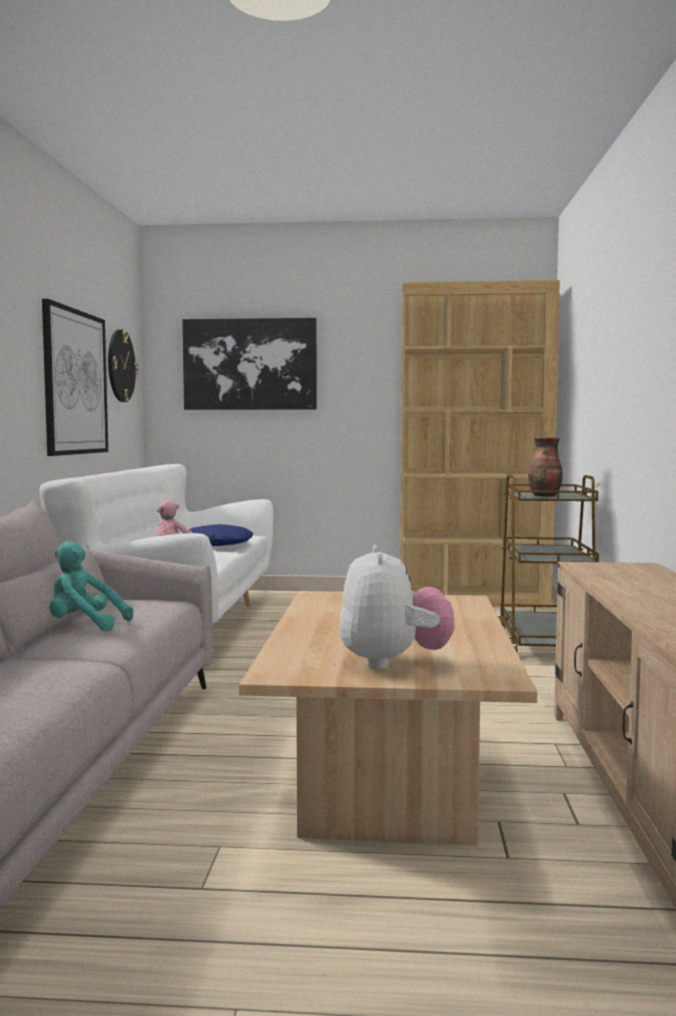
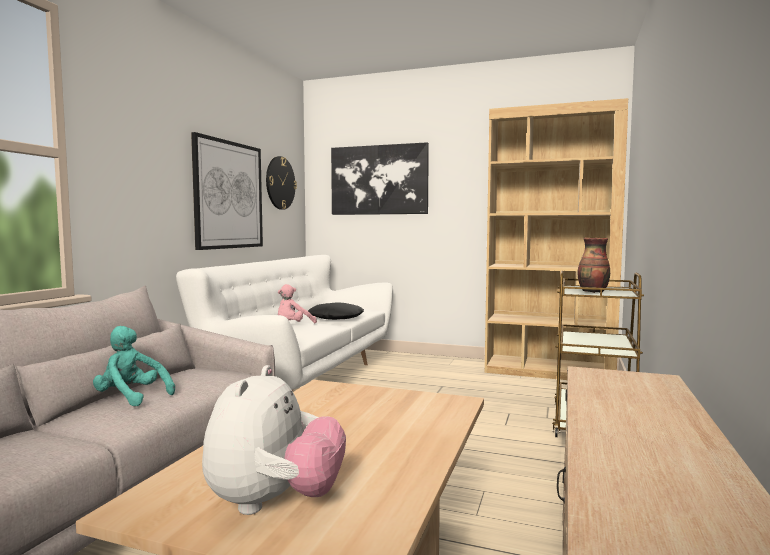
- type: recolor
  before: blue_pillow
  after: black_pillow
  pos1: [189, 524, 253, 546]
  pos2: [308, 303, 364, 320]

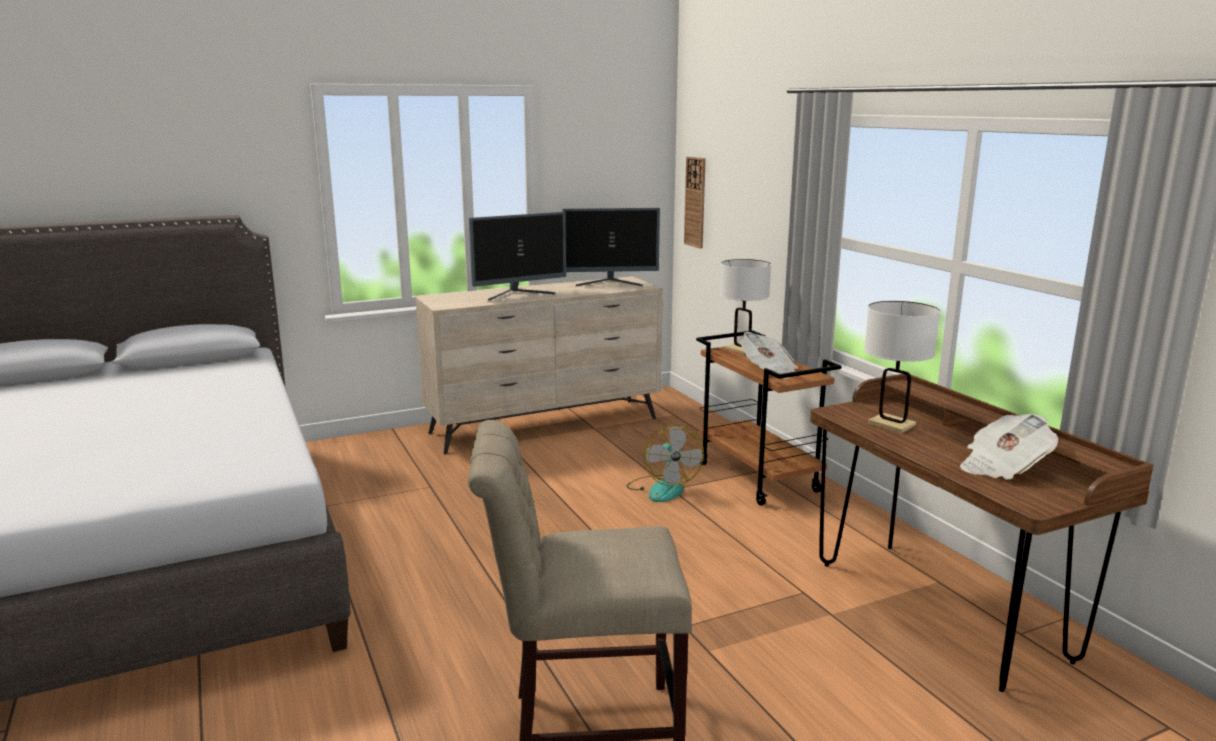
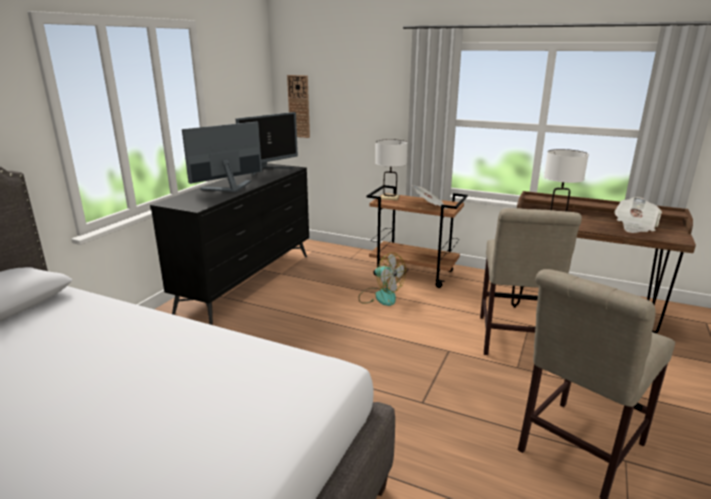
- type: recolor
  before: beige_dresser
  after: black_dresser
  pos1: [415, 276, 663, 455]
  pos2: [150, 163, 309, 325]
- type: rotate
  before: monitor
  pos1: [469, 212, 566, 301]
  pos2: [182, 122, 262, 192]
  turn: -150
- type: insert
  after: beige_chair
  pos2: [480, 208, 582, 355]

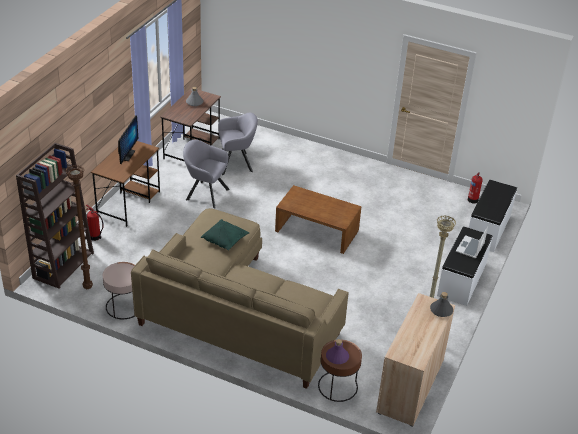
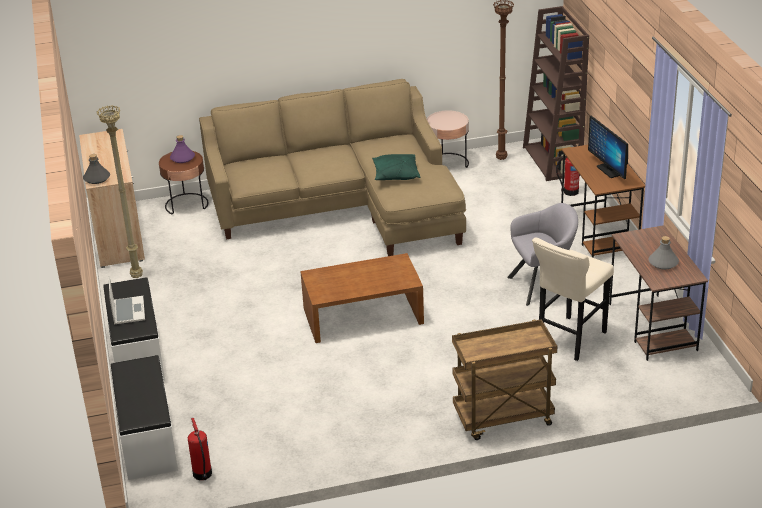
- type: insert
  after: brown_cart
  pos2: [452, 319, 557, 440]
- type: replace
  before: grey_armchair
  after: beige_stool
  pos1: [218, 113, 258, 175]
  pos2: [532, 237, 614, 361]

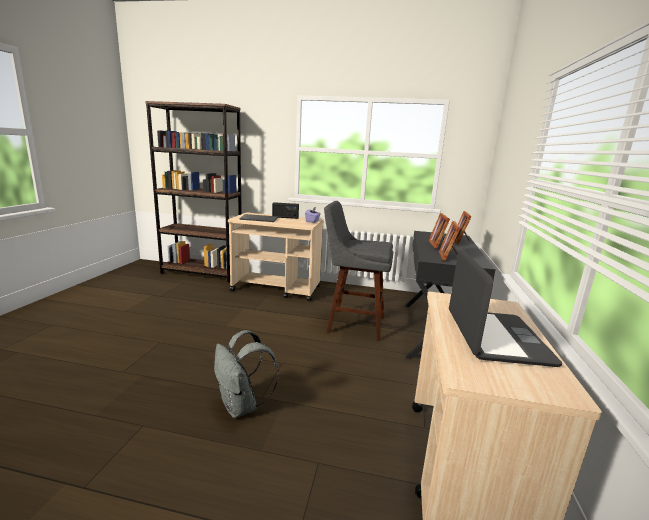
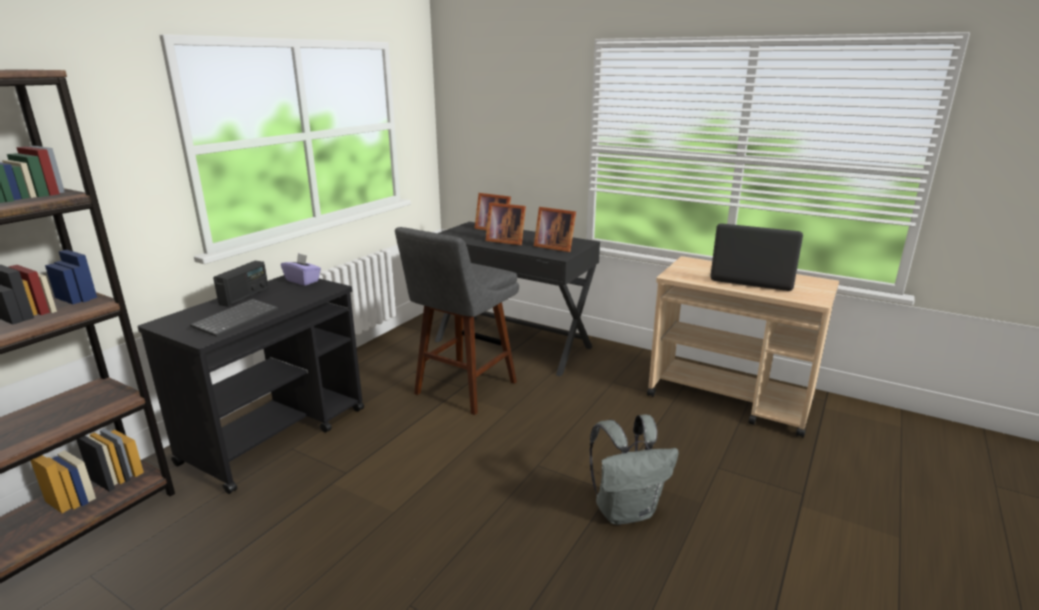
- type: recolor
  before: beige_cart
  after: black_cart
  pos1: [228, 212, 324, 301]
  pos2: [137, 275, 364, 494]

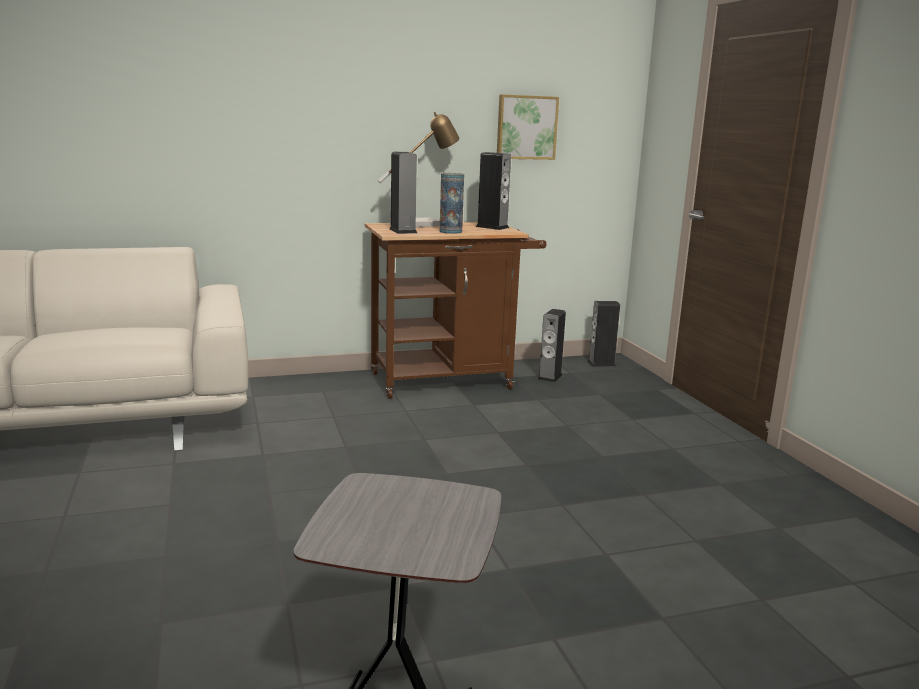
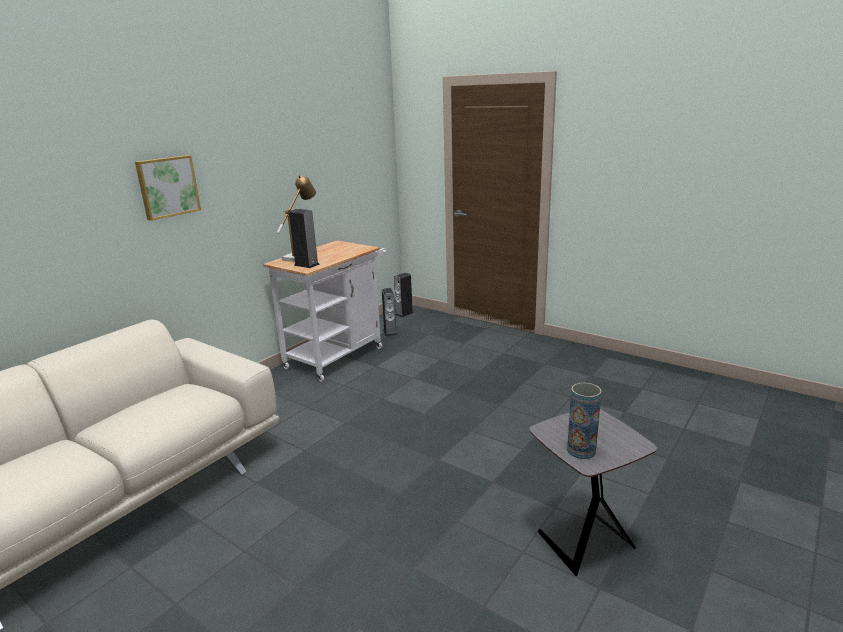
- type: move
  before: picture
  pos1: [497, 95, 559, 160]
  pos2: [135, 155, 201, 221]
- type: recolor
  before: brown_cart
  after: white_cart
  pos1: [365, 222, 546, 399]
  pos2: [263, 240, 387, 382]
- type: move
  before: vase
  pos1: [440, 173, 464, 234]
  pos2: [567, 383, 602, 459]
- type: delete
  before: speaker
  pos1: [475, 152, 511, 230]

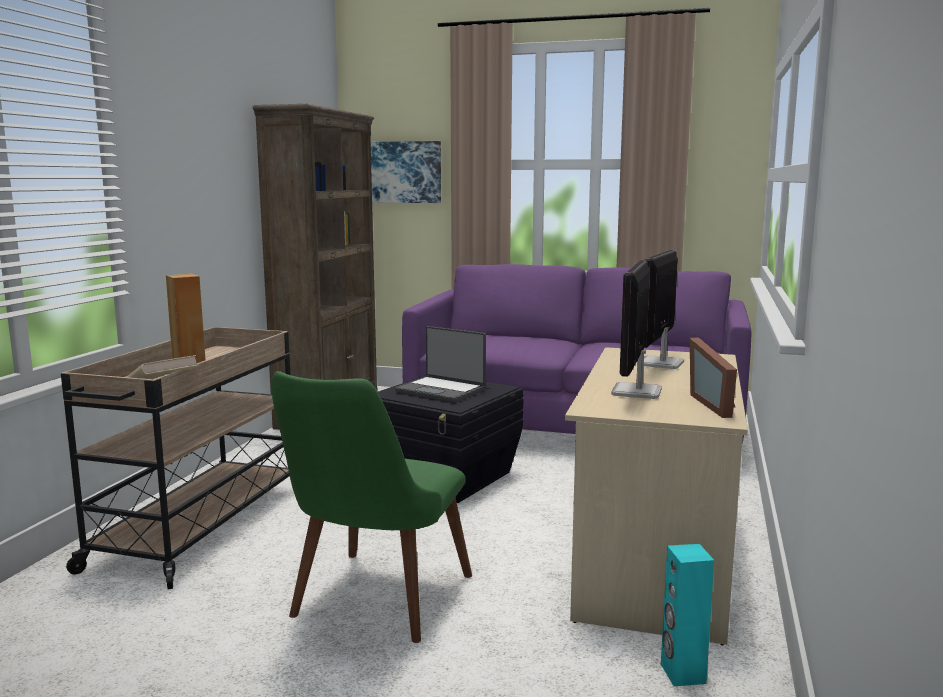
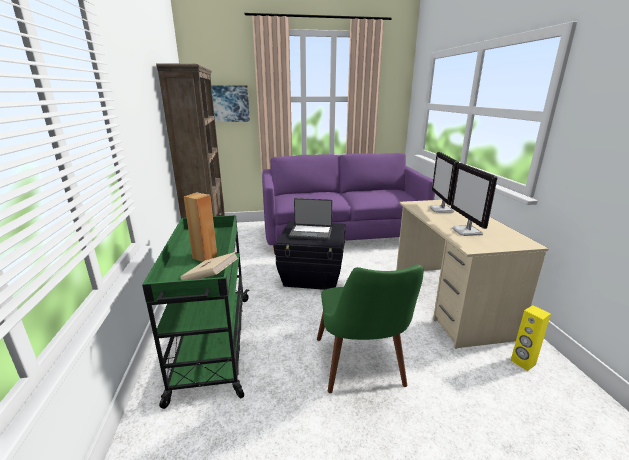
- type: recolor
  before: beige_cart
  after: green_cart
  pos1: [61, 327, 291, 589]
  pos2: [142, 215, 249, 409]
- type: recolor
  before: turquoise_speaker
  after: yellow_speaker
  pos1: [661, 544, 714, 686]
  pos2: [511, 305, 551, 371]
- type: delete
  before: picture_frame
  pos1: [690, 338, 737, 418]

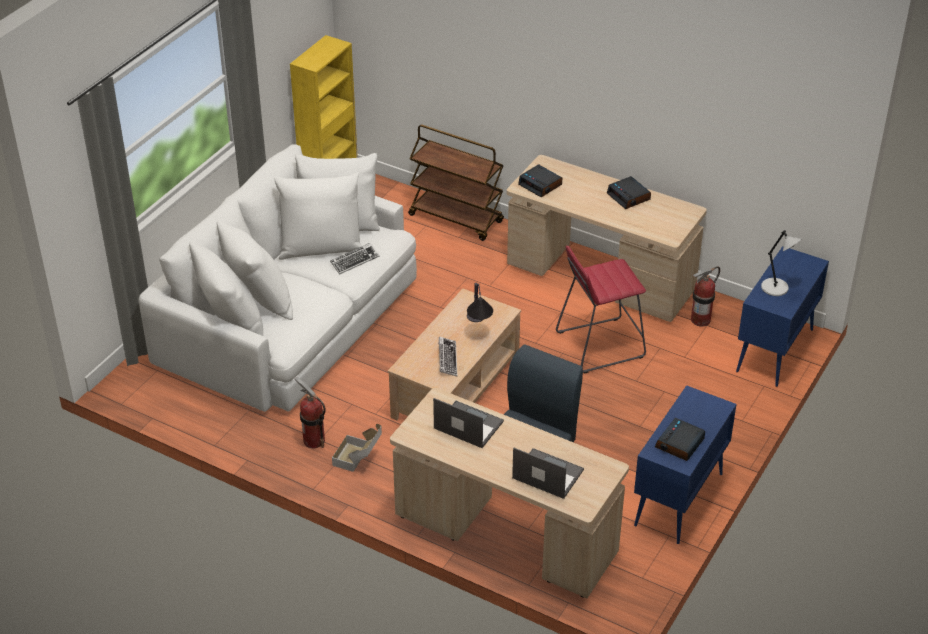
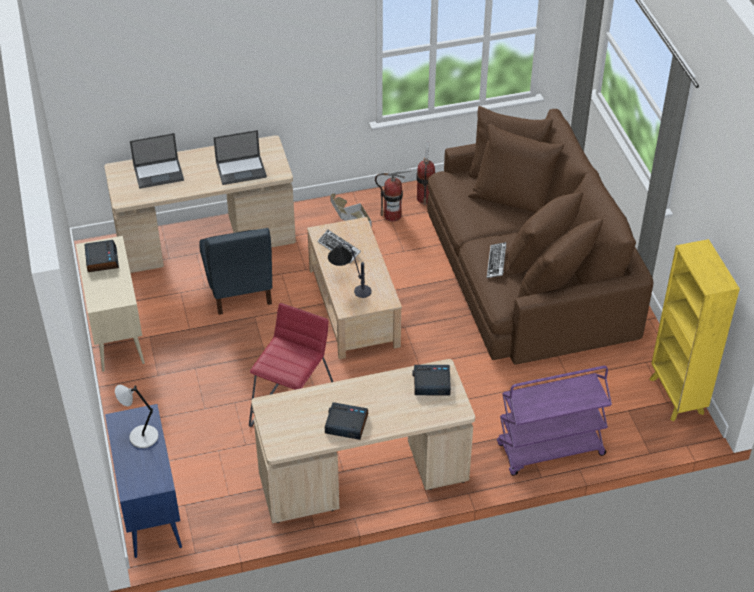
- type: recolor
  before: blue_cabinet
  after: beige_cabinet
  pos1: [634, 385, 737, 544]
  pos2: [76, 236, 145, 372]
- type: move
  before: fire_extinguisher
  pos1: [691, 266, 720, 327]
  pos2: [416, 141, 435, 206]
- type: recolor
  before: white_sofa
  after: brown_sofa
  pos1: [139, 144, 417, 412]
  pos2: [427, 106, 653, 365]
- type: recolor
  before: brown_cart
  after: purple_cart
  pos1: [408, 125, 504, 241]
  pos2: [497, 366, 612, 476]

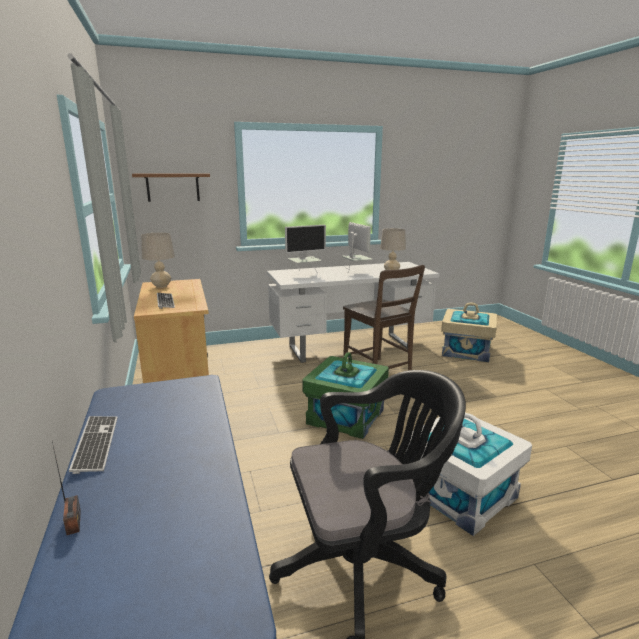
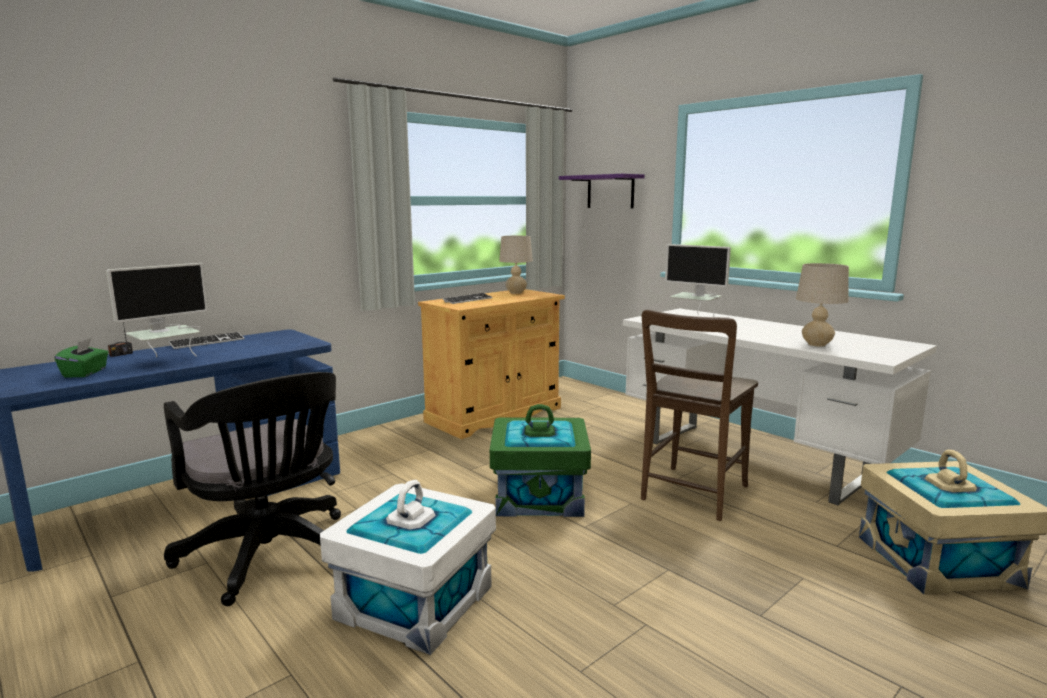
- type: insert
  after: green_tissue_box
  pos2: [54, 338, 109, 378]
- type: move
  before: monitor
  pos1: [342, 222, 373, 270]
  pos2: [106, 263, 209, 357]
- type: recolor
  before: brown_shelf
  after: purple_shelf
  pos1: [132, 173, 210, 202]
  pos2: [559, 174, 645, 208]

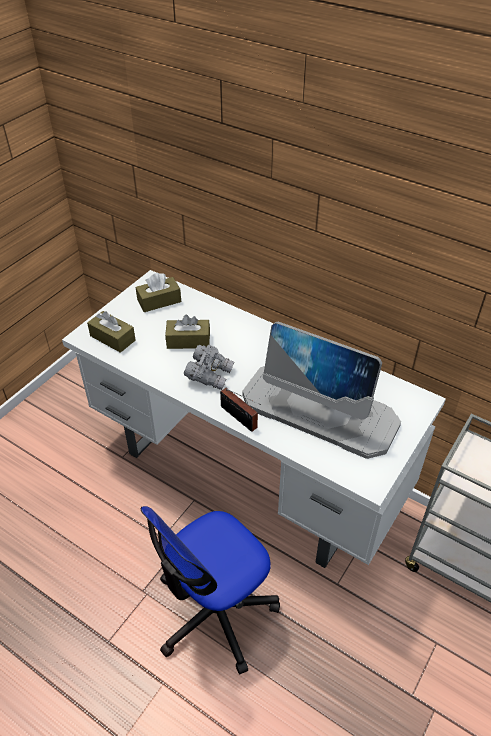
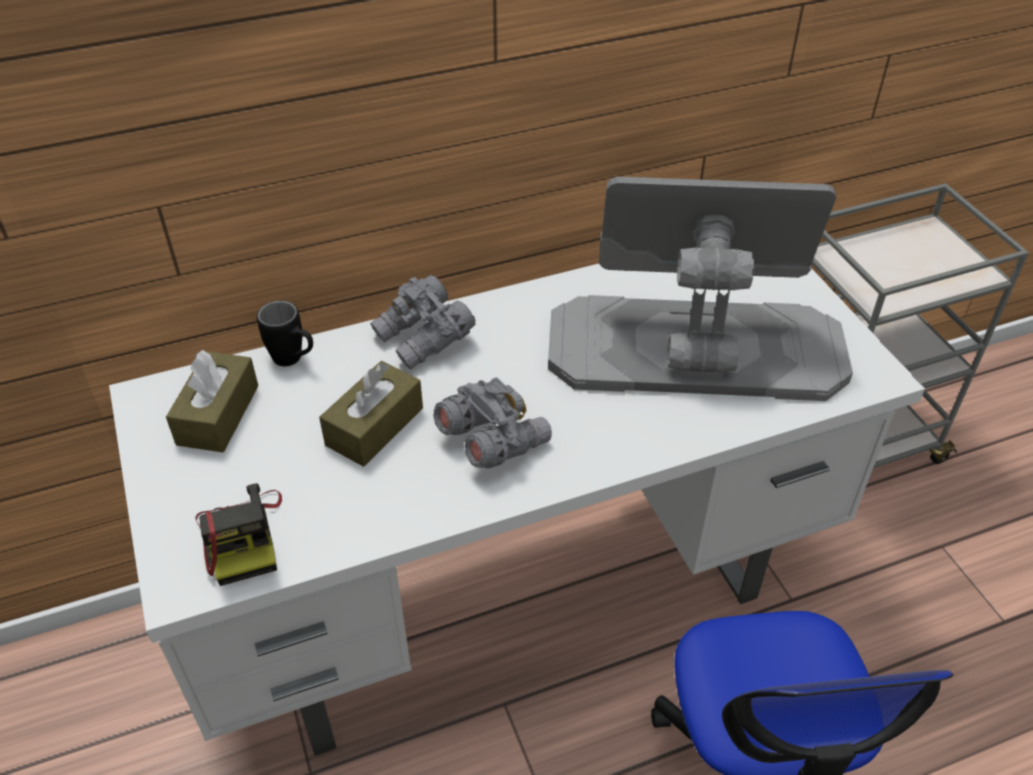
- type: replace
  before: brown_tissue_box
  after: photo_camera
  pos1: [87, 311, 136, 353]
  pos2: [196, 483, 282, 586]
- type: insert
  after: black_mug
  pos2: [257, 301, 313, 366]
- type: insert
  after: grey_binoculars
  pos2: [370, 275, 476, 370]
- type: rotate
  before: monitor
  pos1: [242, 322, 401, 459]
  pos2: [548, 177, 853, 401]
  turn: -150
- type: delete
  before: radio
  pos1: [220, 388, 261, 432]

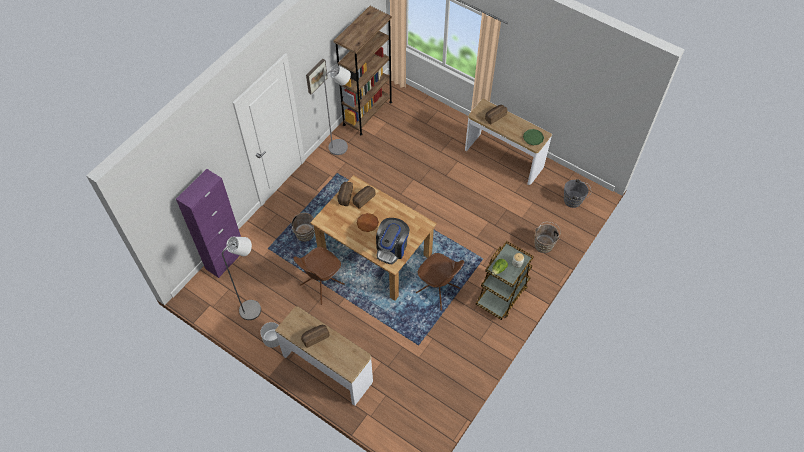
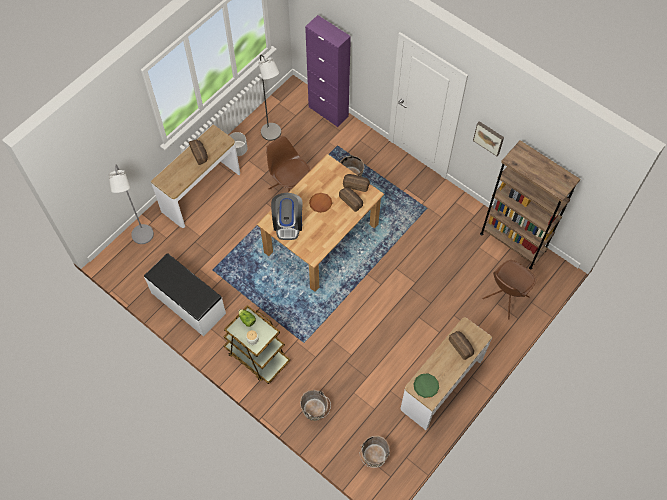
- type: move
  before: grey_floor_lamp
  pos1: [324, 65, 351, 155]
  pos2: [108, 165, 154, 244]
- type: insert
  after: white_bench
  pos2: [144, 253, 226, 336]
- type: rotate
  before: coffee_machine
  pos1: [376, 218, 410, 264]
  pos2: [271, 193, 303, 240]
  turn: -120
- type: recolor
  before: grey_bucket
  after: brown_bucket
  pos1: [564, 179, 591, 208]
  pos2: [360, 436, 390, 468]
- type: move
  before: brown_chair
  pos1: [416, 253, 464, 311]
  pos2: [482, 260, 536, 320]

